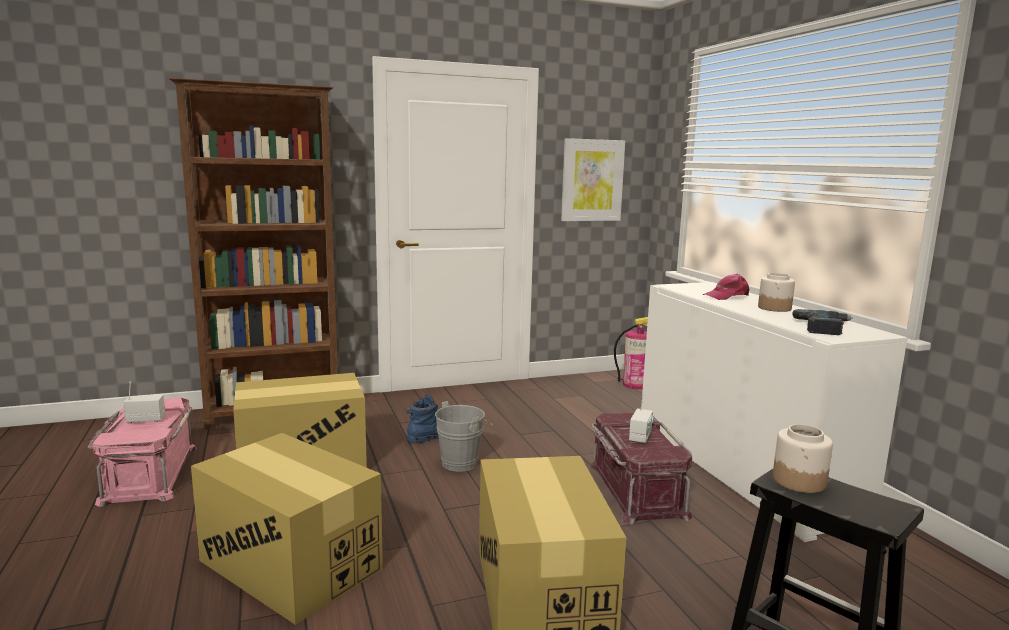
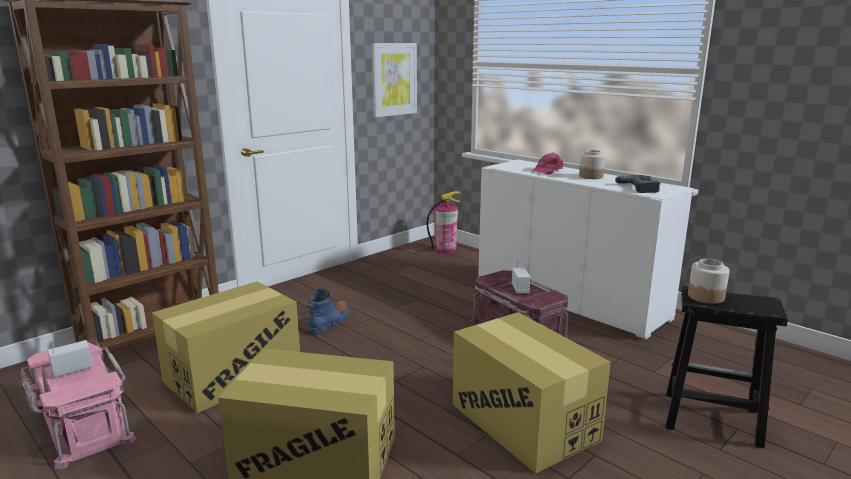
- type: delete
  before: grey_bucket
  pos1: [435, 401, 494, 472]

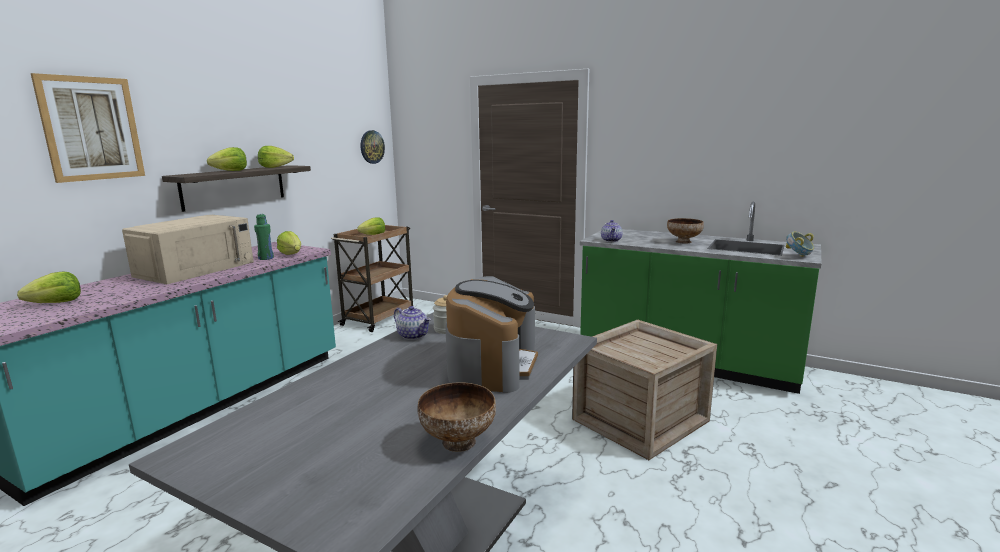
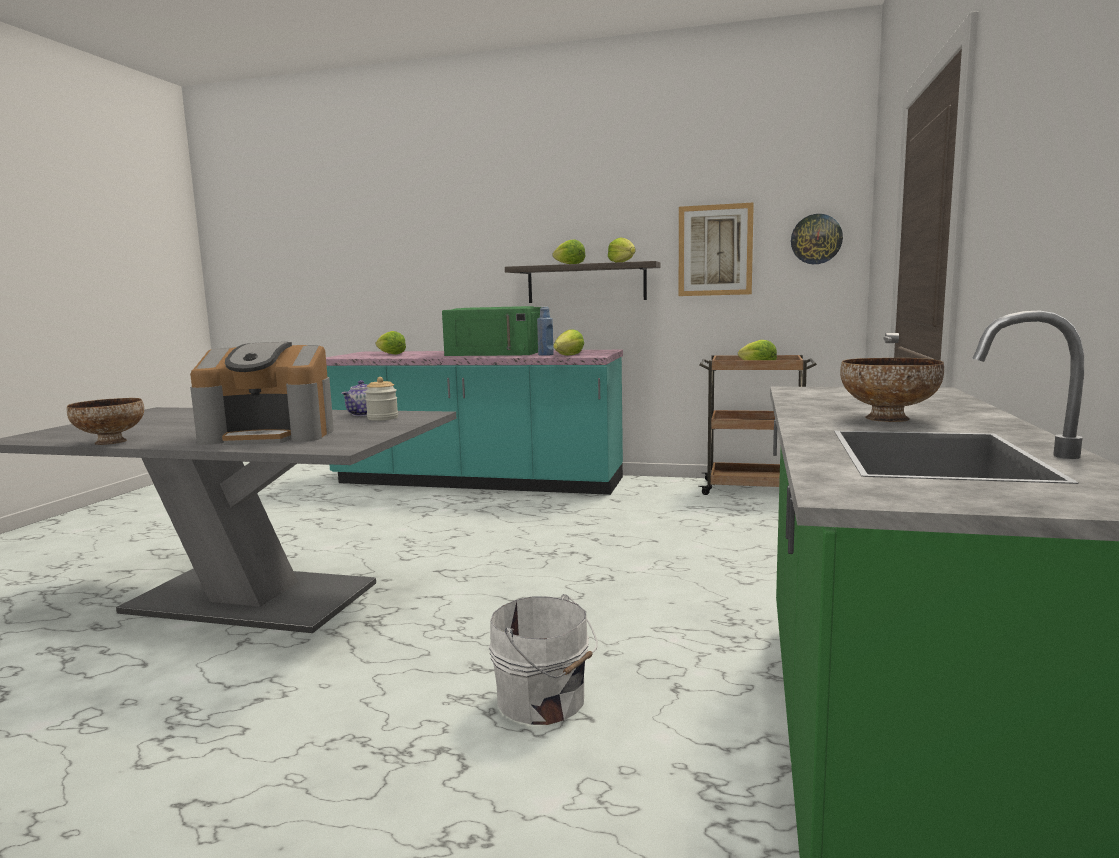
- type: recolor
  before: beige_microwave
  after: green_microwave
  pos1: [122, 215, 254, 284]
  pos2: [442, 306, 541, 356]
- type: replace
  before: crate
  after: white_bucket
  pos1: [572, 320, 717, 460]
  pos2: [489, 594, 598, 725]
- type: recolor
  before: green_bottle
  after: blue_bottle
  pos1: [254, 214, 274, 260]
  pos2: [537, 307, 553, 356]
- type: move
  before: picture
  pos1: [31, 73, 145, 183]
  pos2: [679, 202, 754, 296]
- type: delete
  before: teapot
  pos1: [601, 220, 622, 242]
- type: delete
  before: bowl
  pos1: [785, 231, 814, 257]

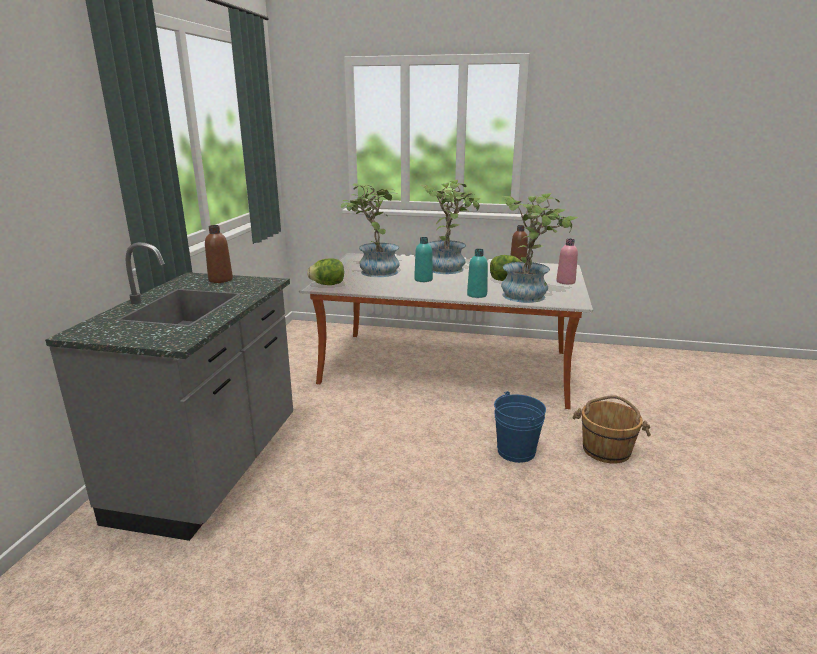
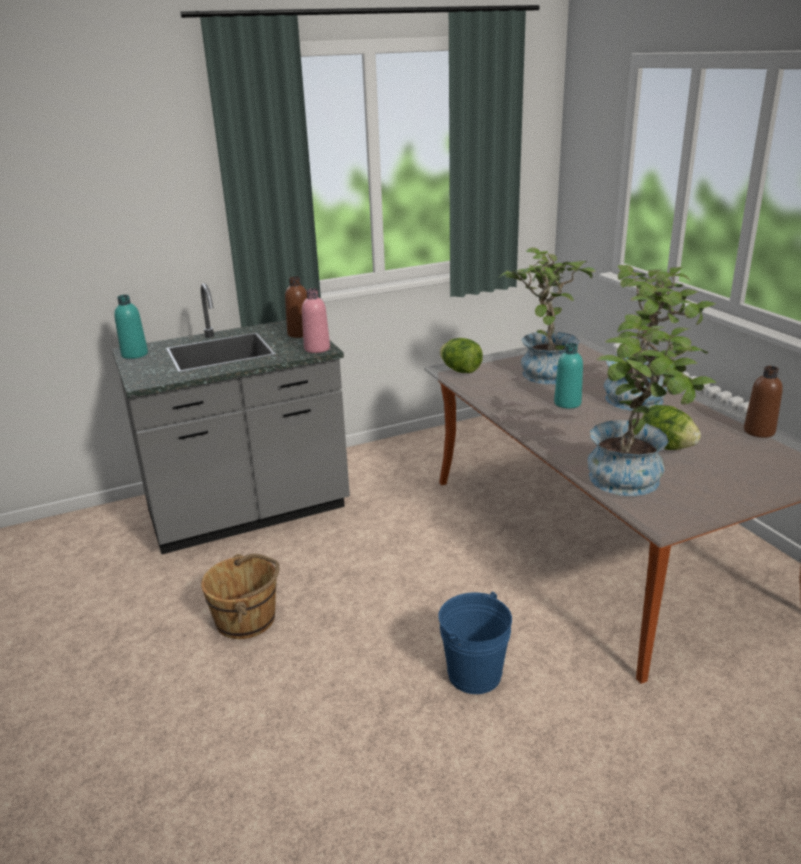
- type: move
  before: turquoise_bottle
  pos1: [467, 249, 488, 298]
  pos2: [114, 295, 148, 359]
- type: move
  before: brown_bucket
  pos1: [572, 395, 651, 464]
  pos2: [201, 554, 279, 639]
- type: move
  before: pink_bottle
  pos1: [556, 239, 578, 284]
  pos2: [302, 289, 330, 353]

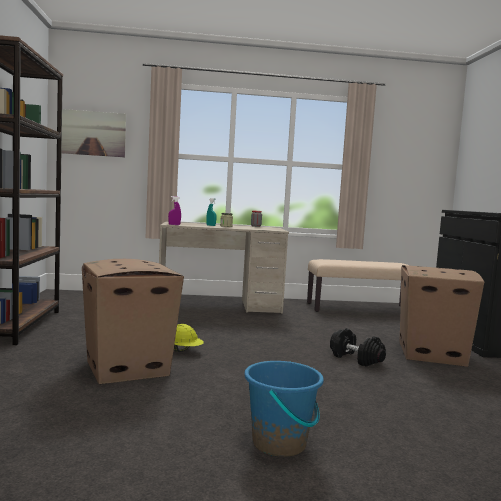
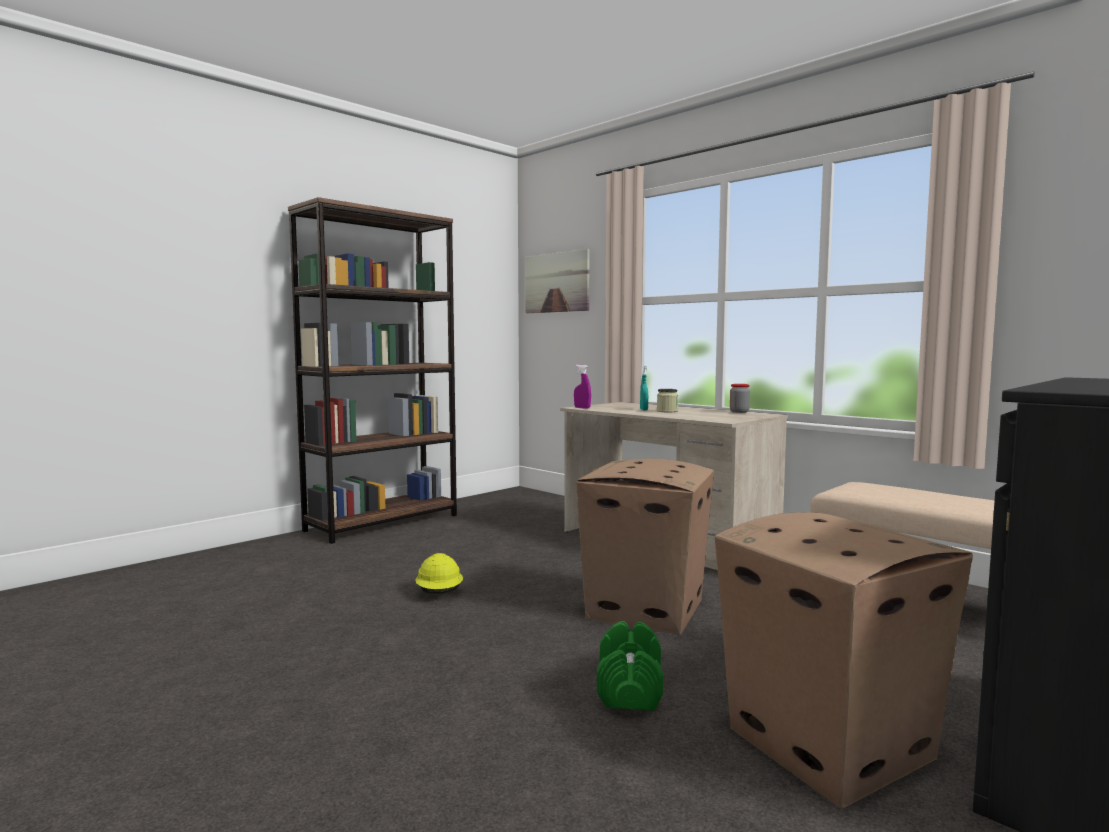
- type: move
  before: cardboard_box
  pos1: [82, 259, 184, 384]
  pos2: [576, 459, 714, 635]
- type: recolor
  before: black_dumbbell
  after: green_dumbbell
  pos1: [330, 328, 386, 367]
  pos2: [597, 621, 663, 711]
- type: delete
  before: blue_bucket
  pos1: [244, 361, 324, 457]

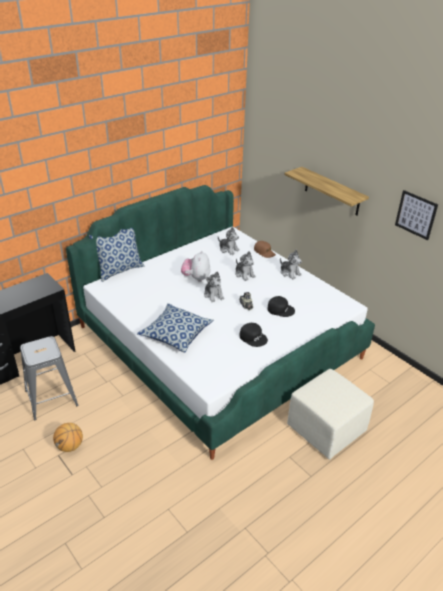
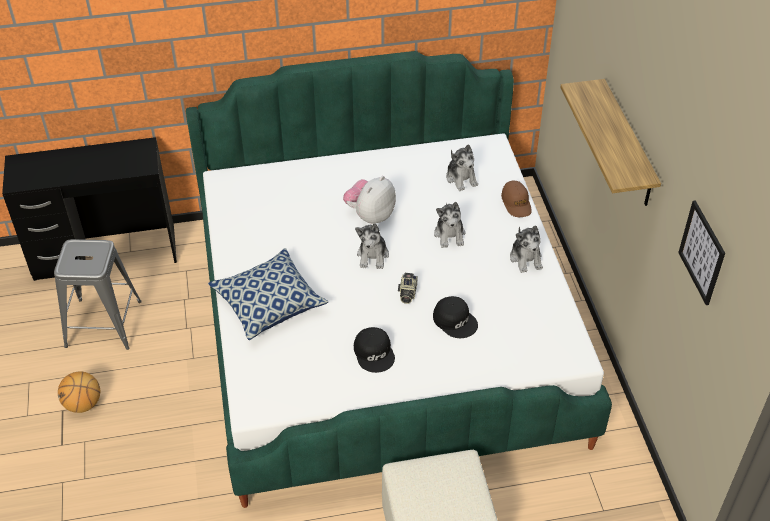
- type: delete
  before: pillow
  pos1: [89, 228, 144, 282]

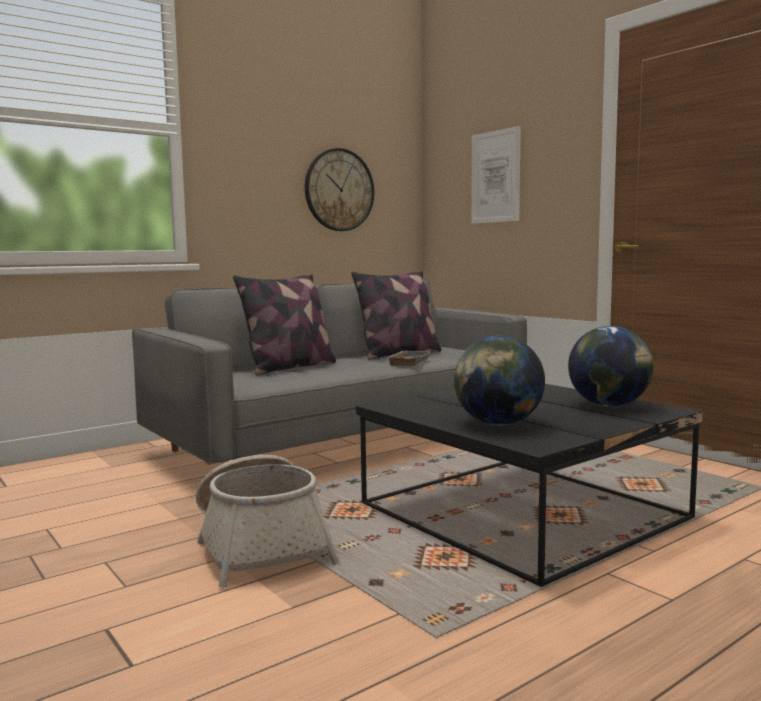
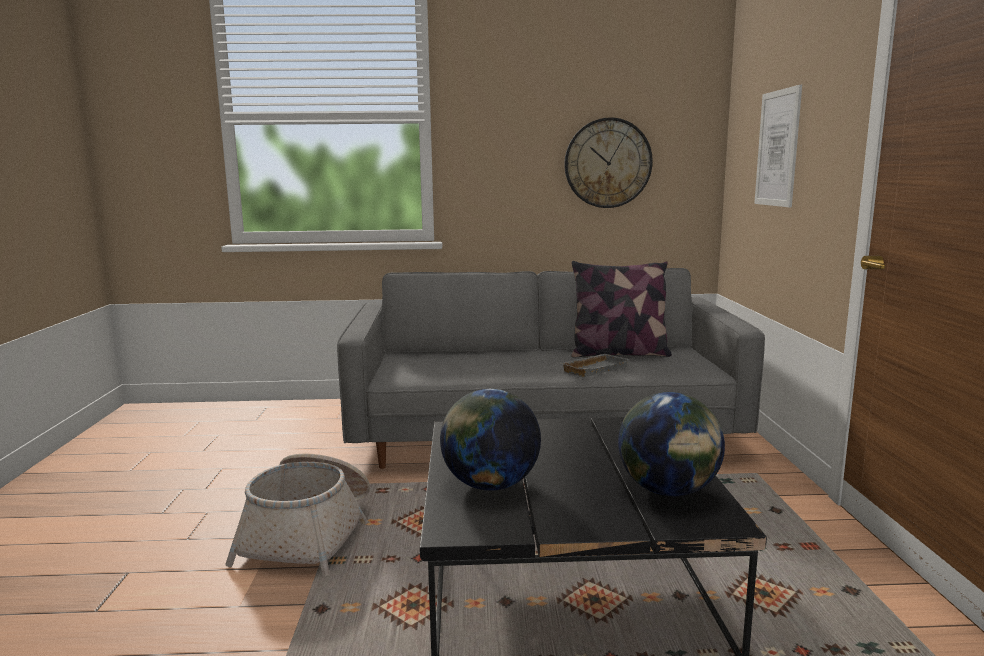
- type: delete
  before: pillow
  pos1: [233, 274, 336, 375]

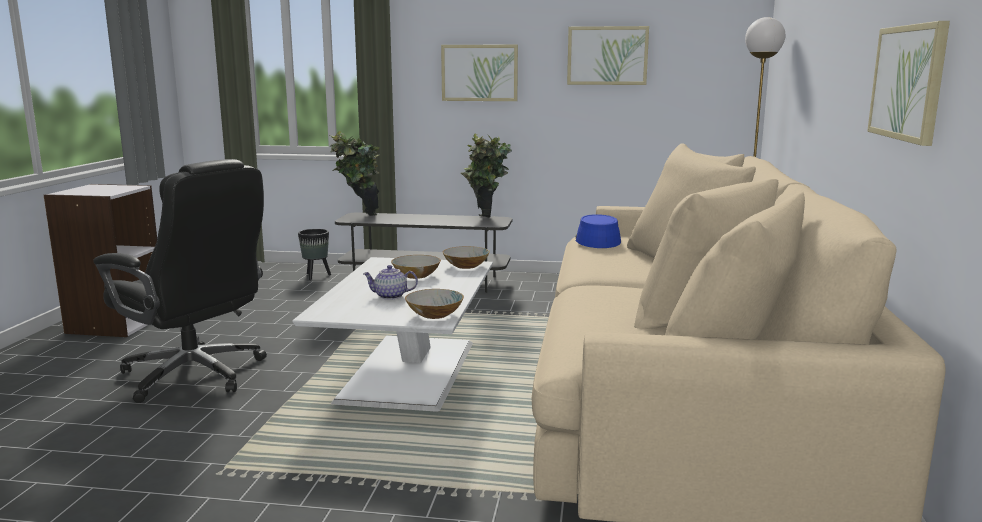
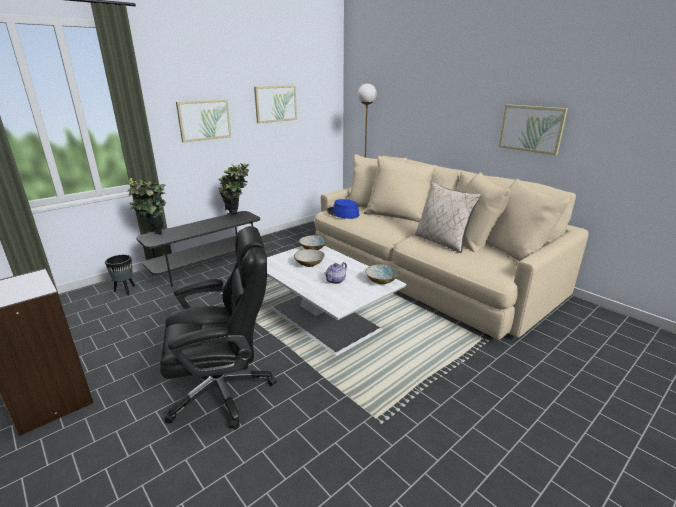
- type: insert
  after: beige_pillow
  pos2: [415, 182, 481, 253]

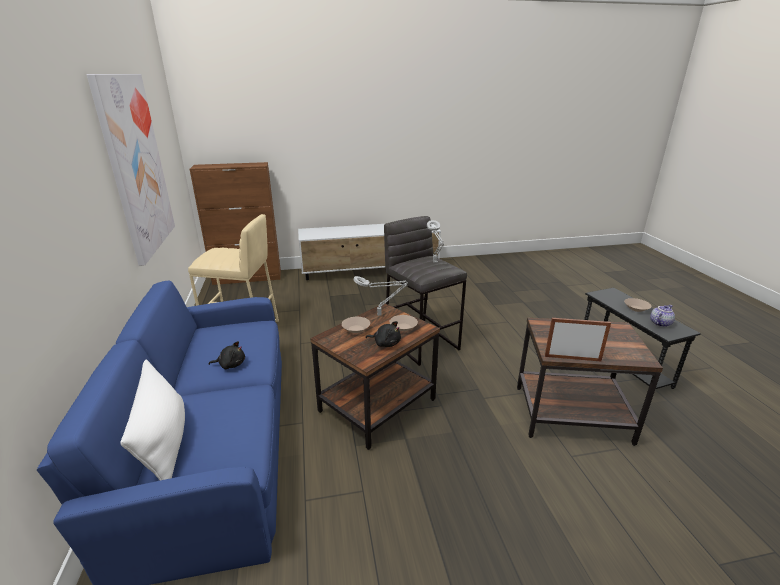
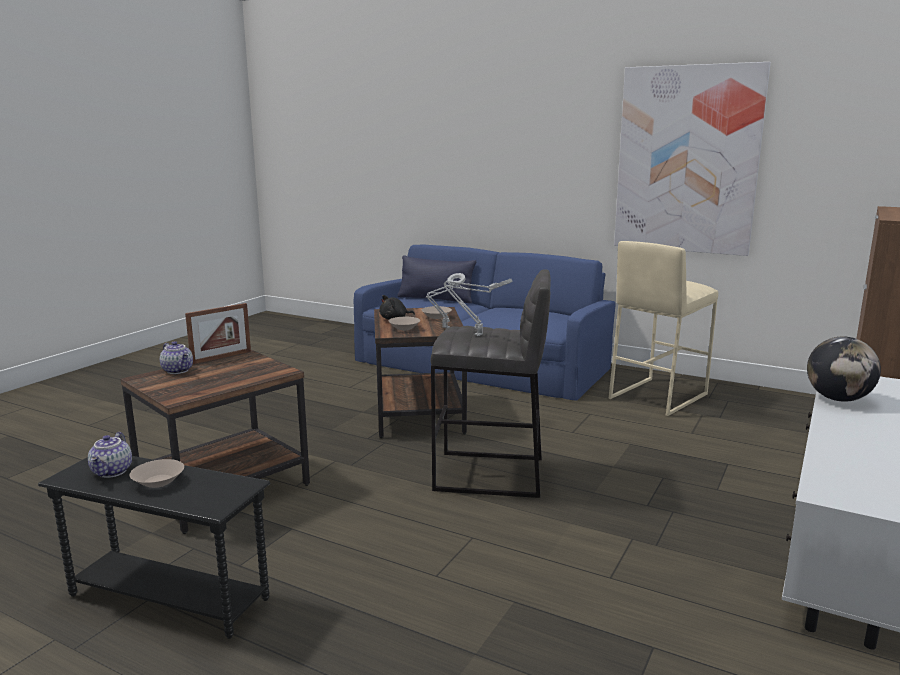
- type: insert
  after: teapot
  pos2: [160, 341, 193, 374]
- type: recolor
  before: white_pillow
  after: blue_pillow
  pos1: [120, 360, 185, 480]
  pos2: [397, 255, 476, 304]
- type: insert
  after: globe
  pos2: [807, 337, 881, 402]
- type: delete
  before: black_plush_toy
  pos1: [209, 341, 245, 369]

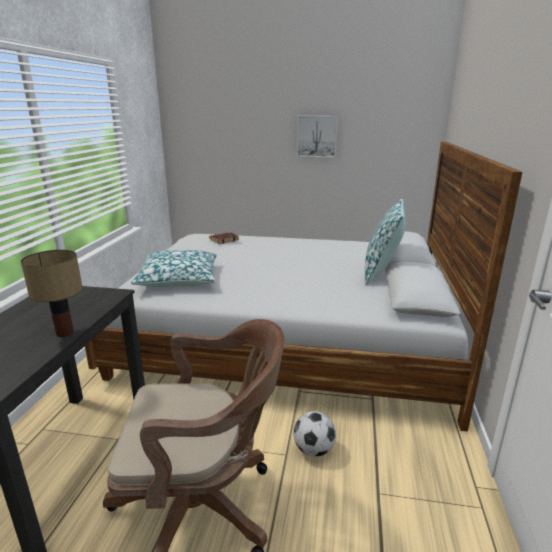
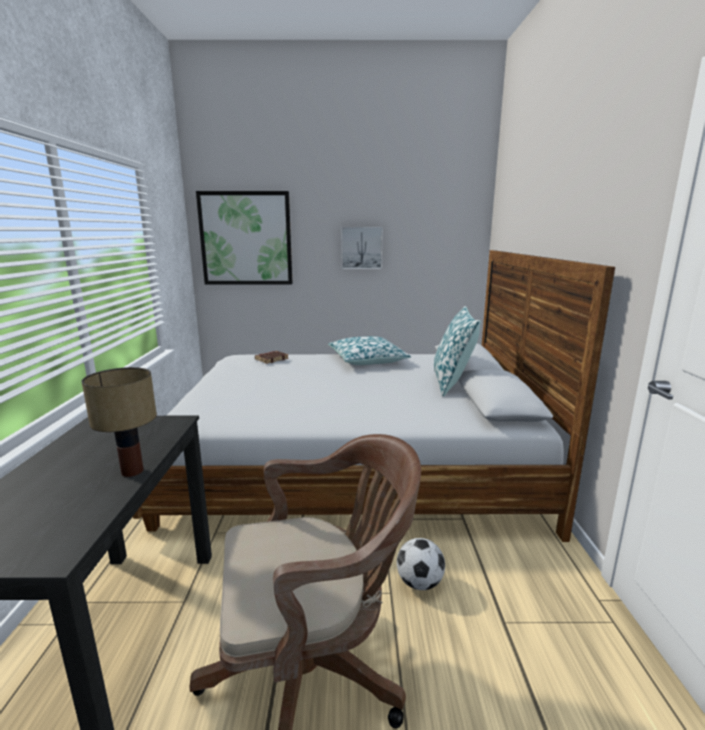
- type: insert
  after: picture
  pos2: [196, 191, 293, 285]
- type: move
  before: pillow
  pos1: [131, 250, 217, 287]
  pos2: [328, 336, 411, 365]

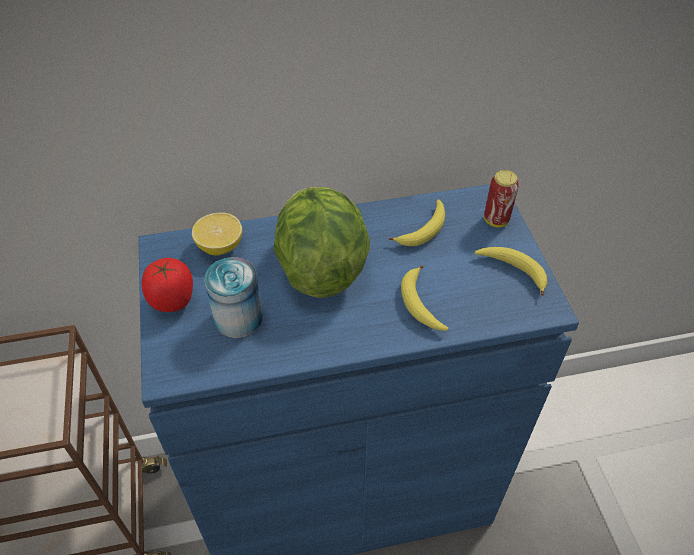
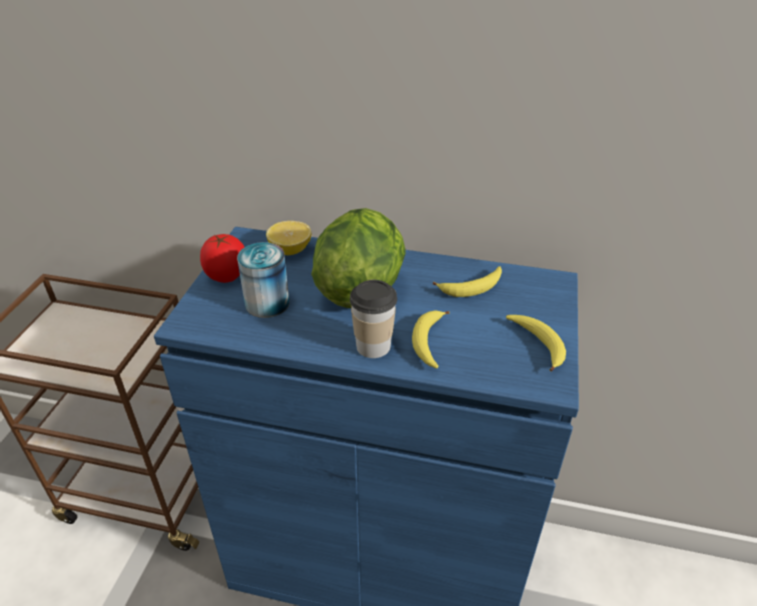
- type: insert
  after: cup
  pos2: [350, 280, 397, 358]
- type: delete
  before: can
  pos1: [484, 170, 519, 227]

